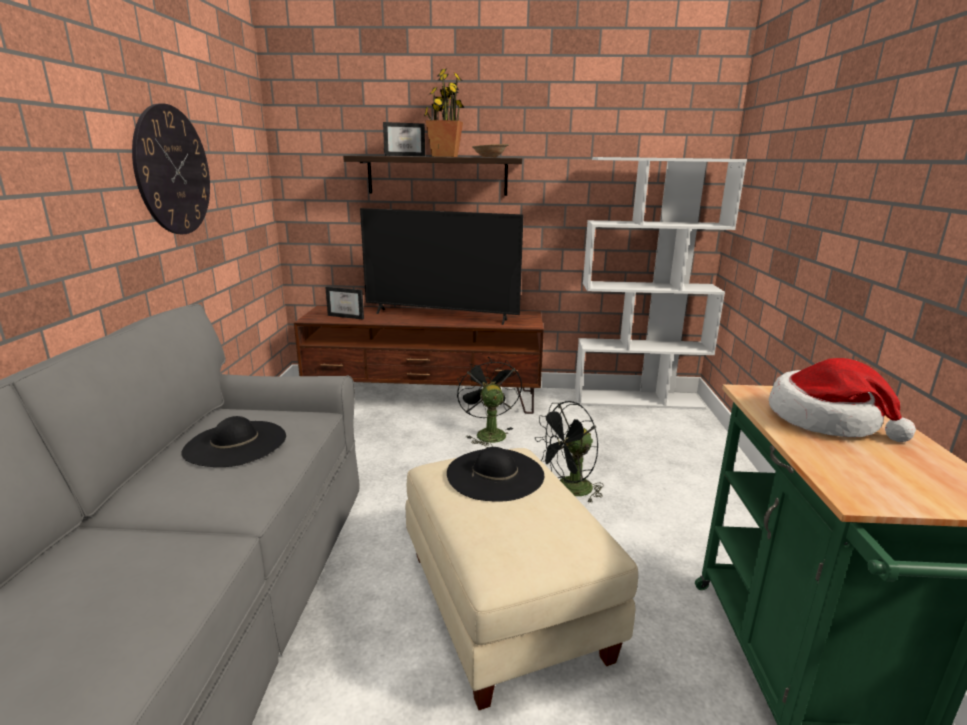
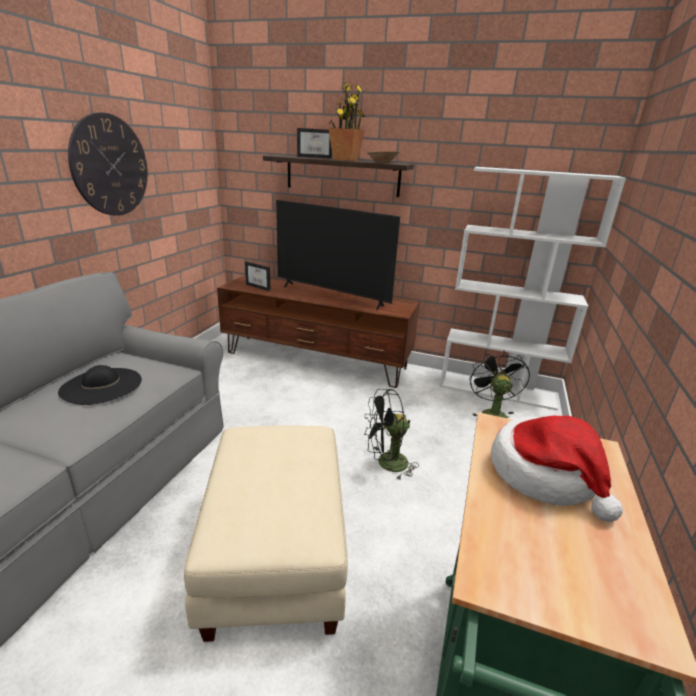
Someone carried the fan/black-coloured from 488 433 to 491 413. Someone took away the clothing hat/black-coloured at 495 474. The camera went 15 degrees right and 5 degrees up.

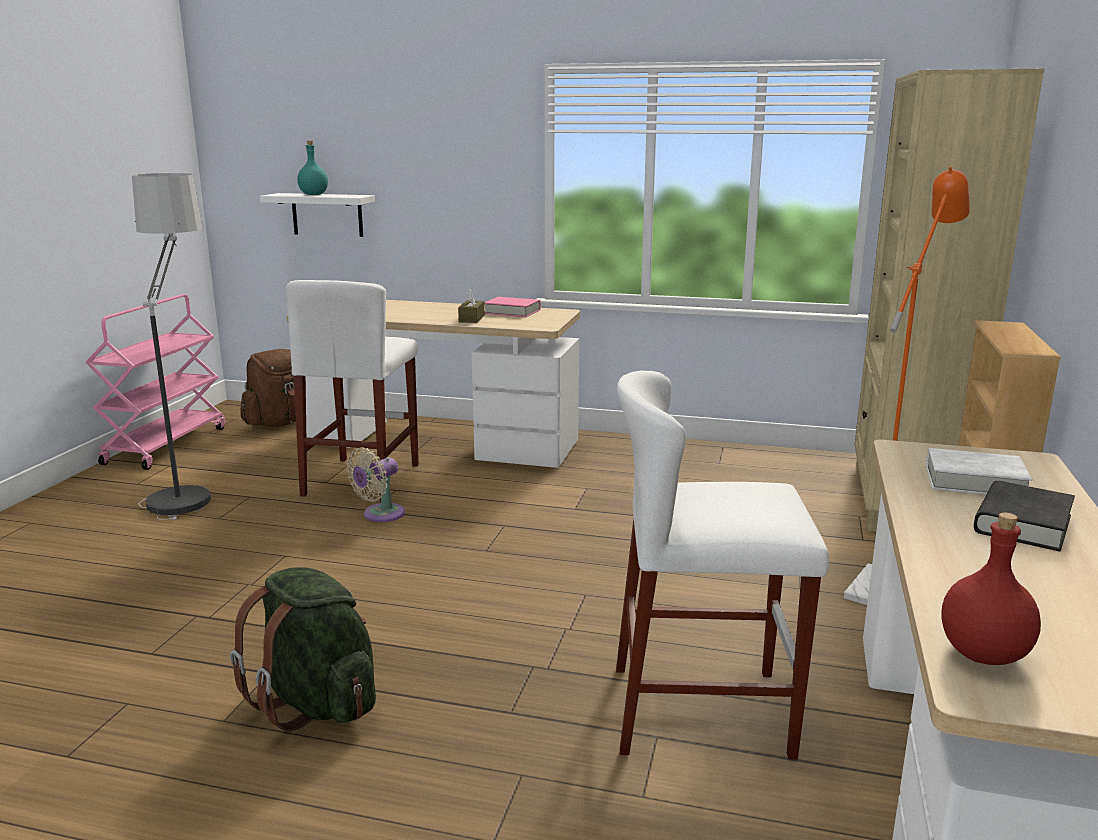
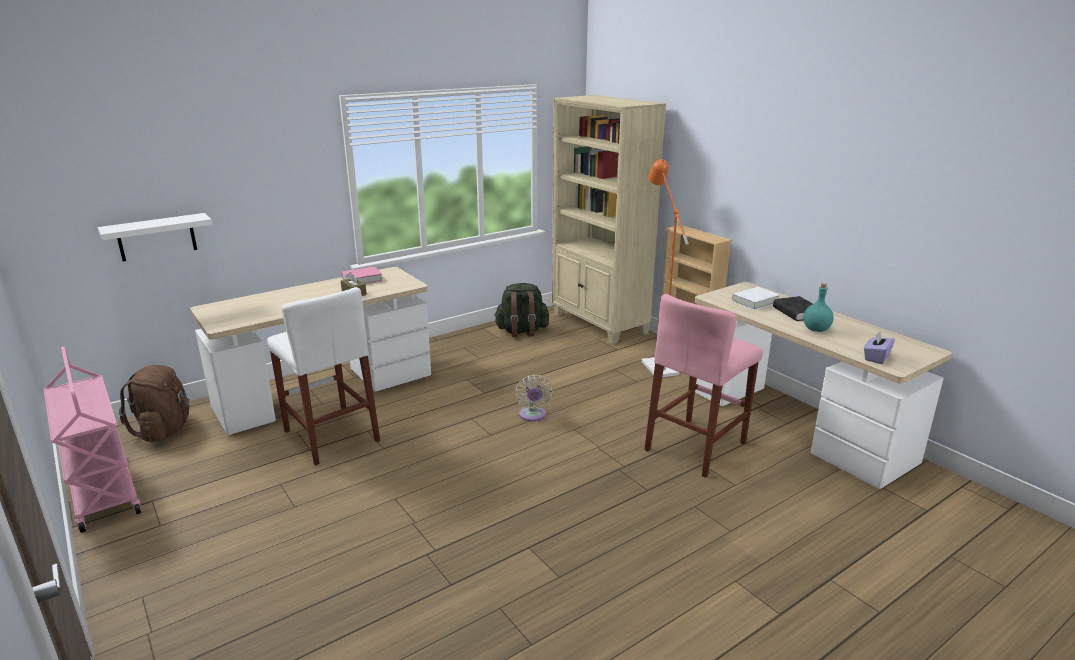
Someone carried the beverage bottle/blue-green from 314 194 to 816 329. Someone took away the floor lamp at 187 486. Someone repainted the sitting stool/white at 701 710, which became the sitting stool/pinkish at 696 446. Someone carried the fan/beige-coloured from 380 515 to 533 416. Someone swapped the beverage bottle/red-coloured at 983 655 for the tissue holder/purple-coloured at 876 357. Someone carried the backpack/green from 317 702 to 522 331. The camera went 50 degrees left and 5 degrees up.

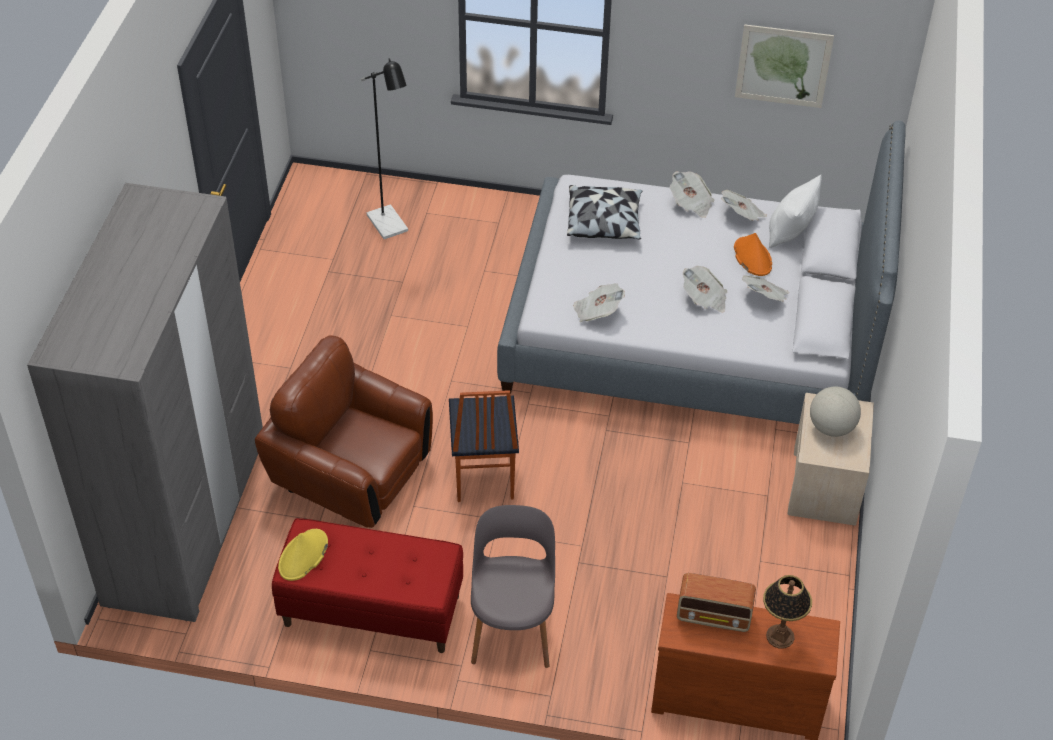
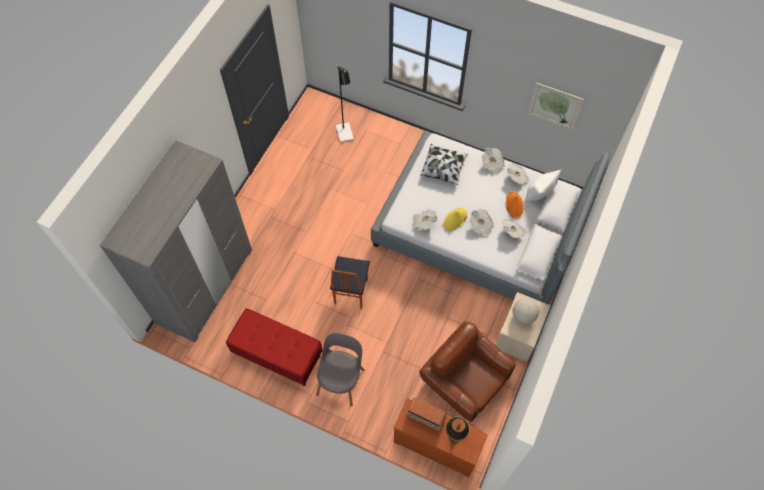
Someone carried the easy chair/brownish from 350 473 to 464 381. Someone carried the clothing hat/yellowish from 303 555 to 455 219. The camera went 15 degrees right and 15 degrees up.

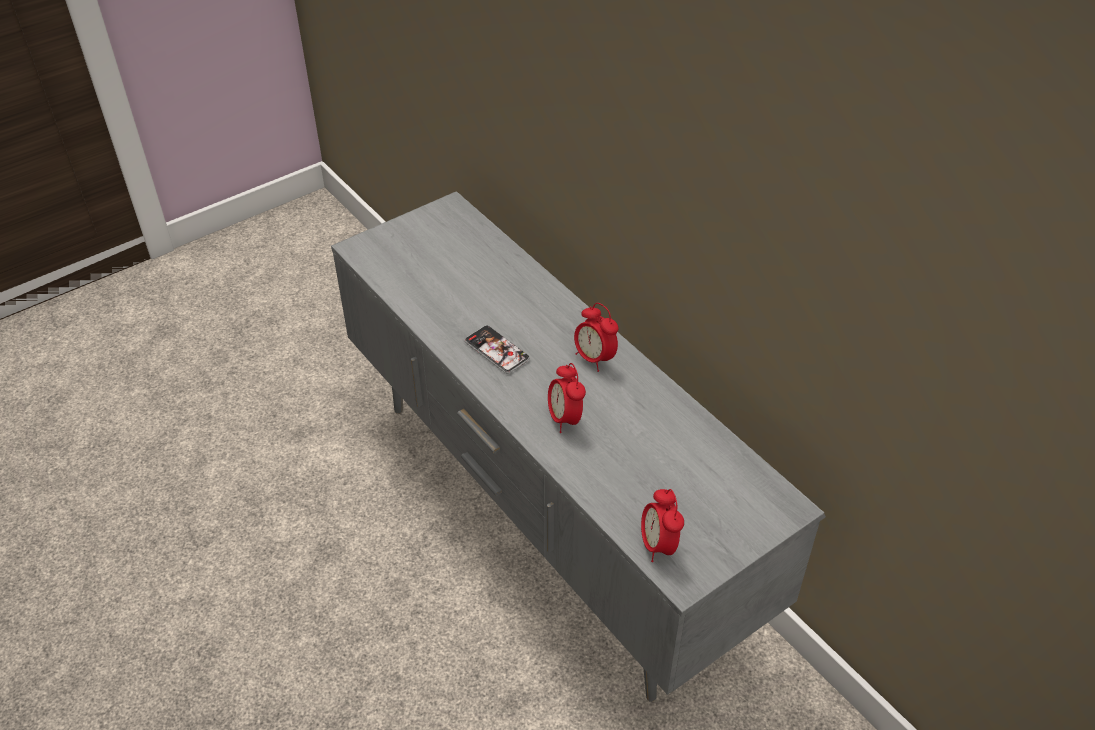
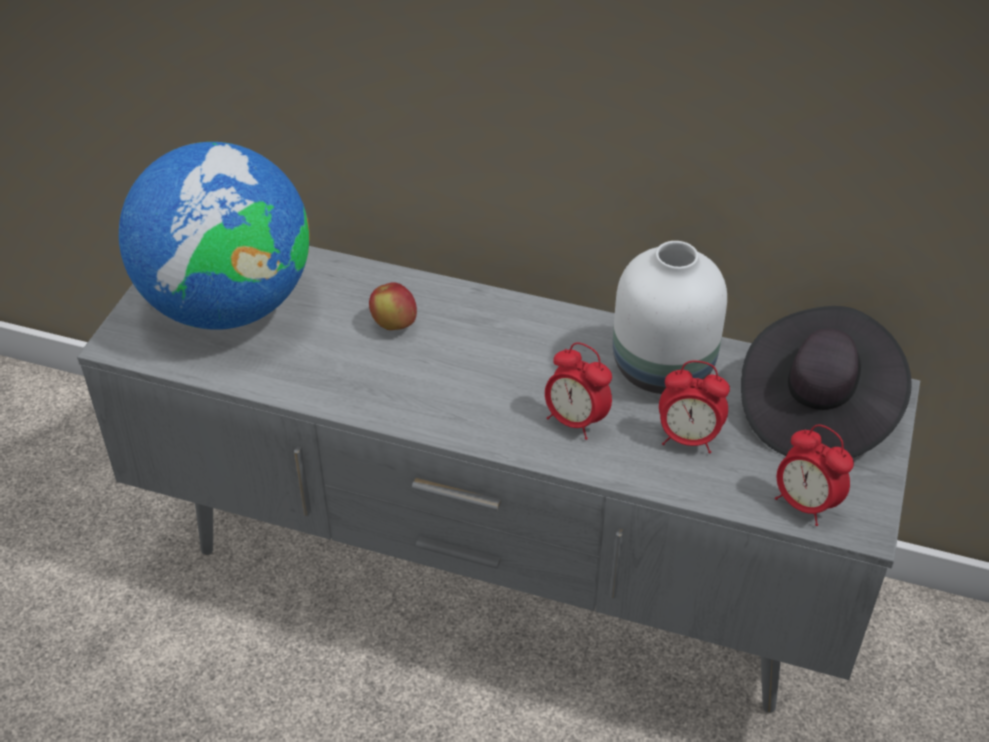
Someone carried the table clock from 594 358 to 688 438. Someone took away the telephone at 497 350. Someone put down the globe at 227 305. Someone put down the flower vase/white at 665 369. Someone put down the apple fruit at 394 324. Someone put down the clothing hat/black-coloured at 815 410. The camera went 35 degrees left and 0 degrees up.

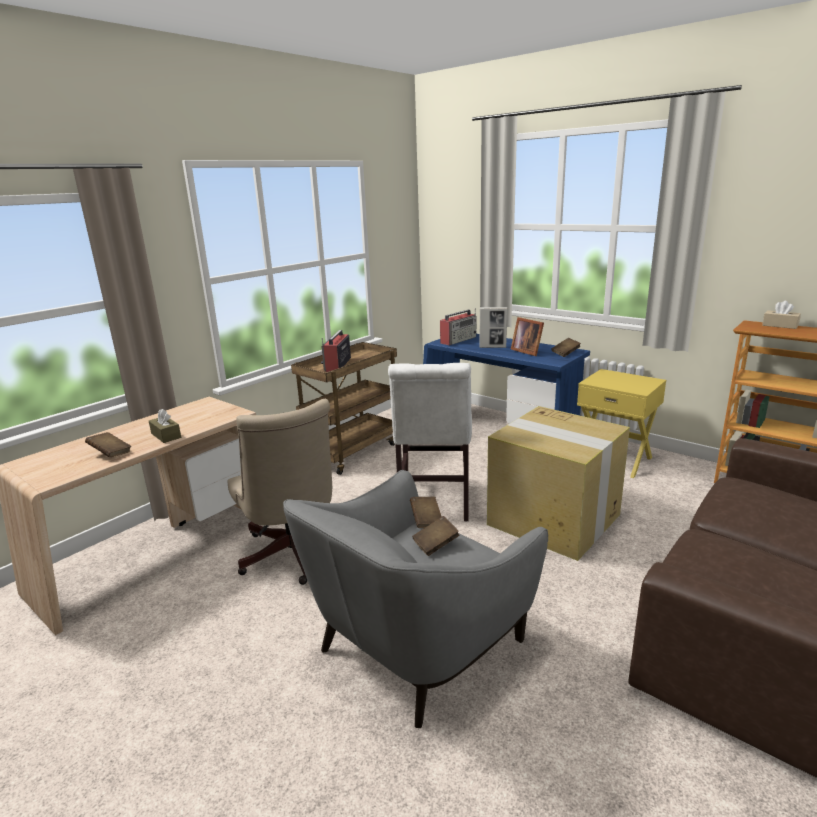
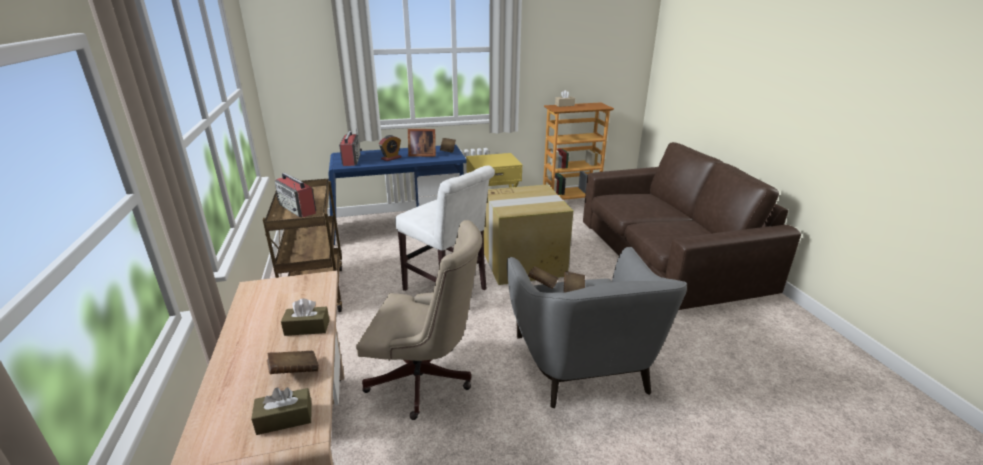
Someone swapped the picture frame at 492 347 for the table clock at 391 158. Someone put down the tissue holder/brownish at 284 419. The camera went 55 degrees left and 5 degrees up.

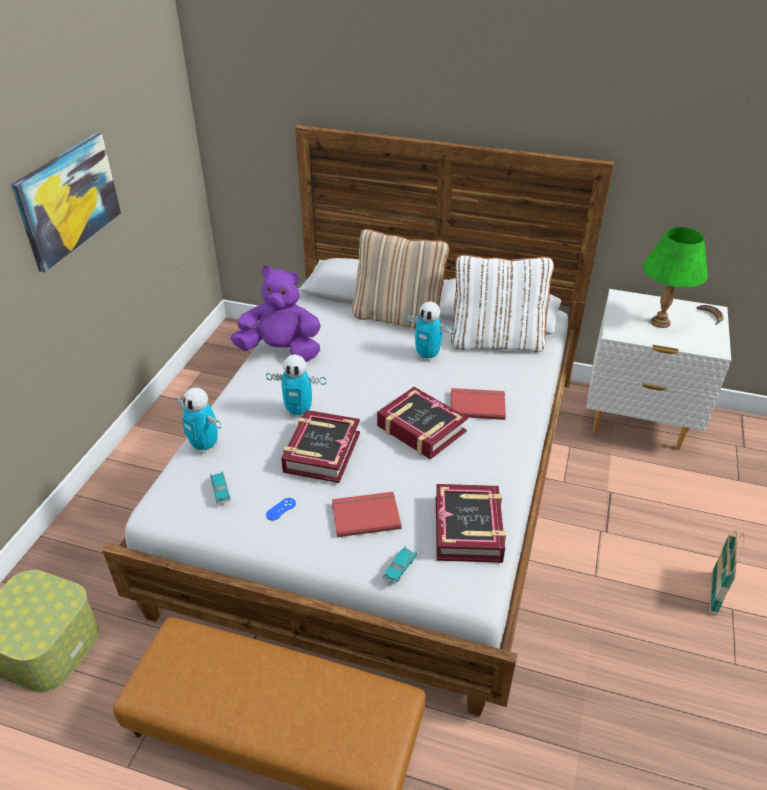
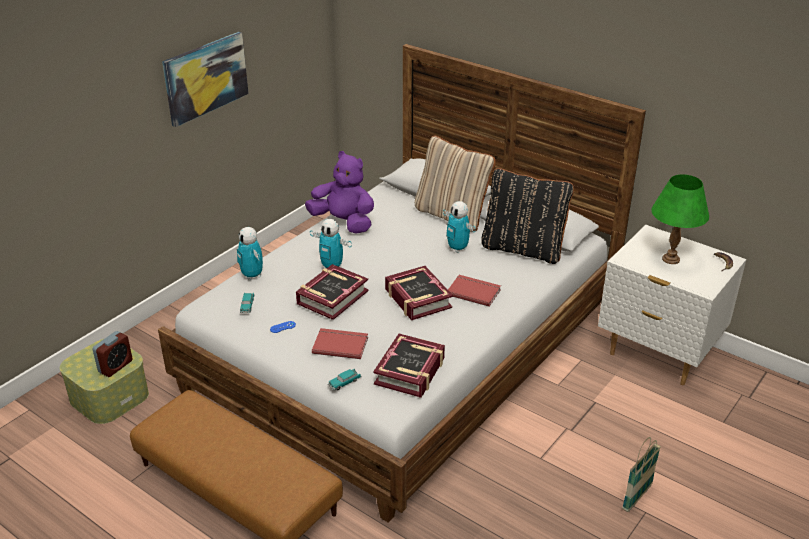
Someone repainted the pillow/white at 496 341, which became the pillow/black-coloured at 523 249. Someone put down the table clock at 115 366. The camera went 20 degrees right and 5 degrees down.

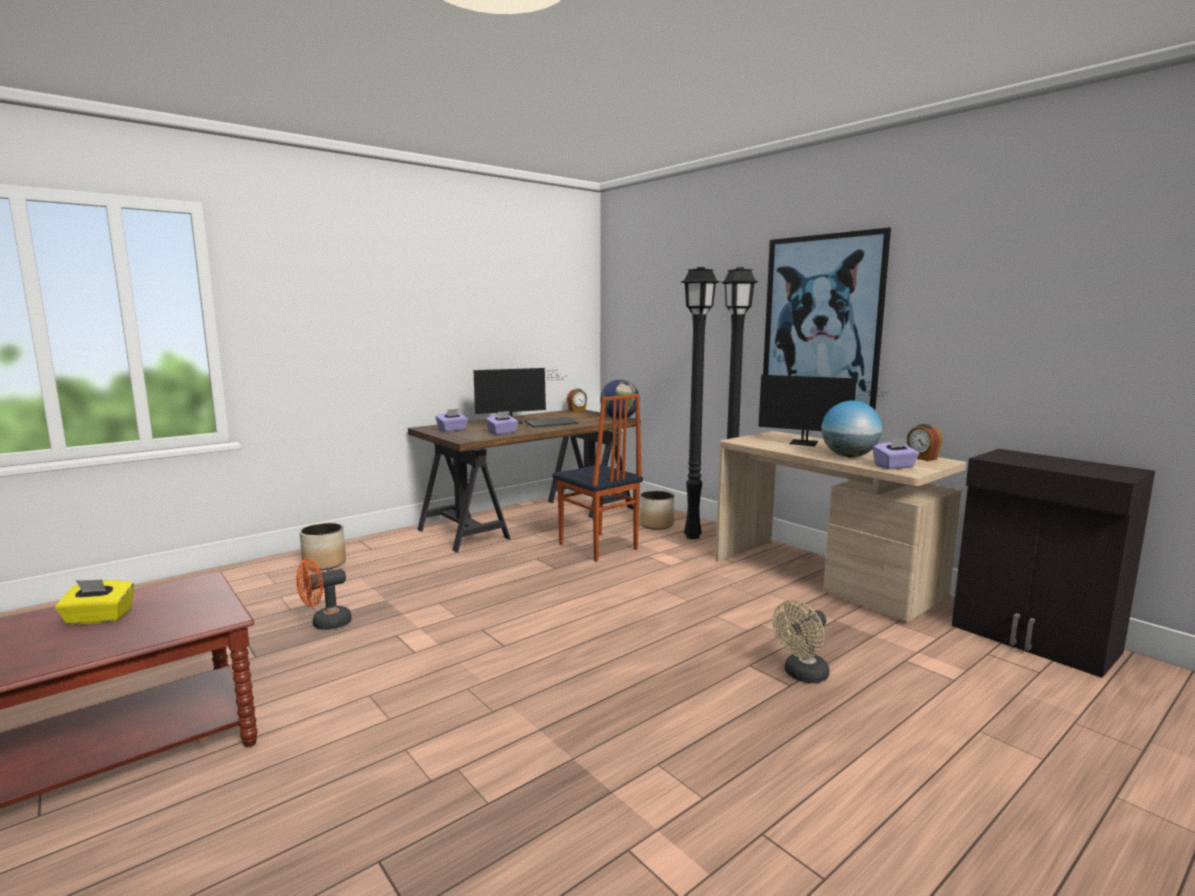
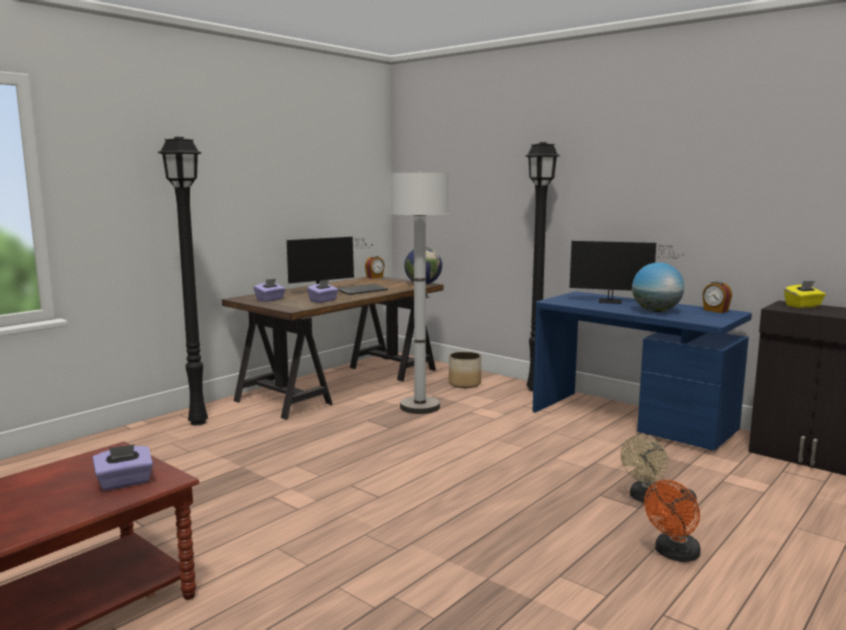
Someone took away the wall picture at 821 323. Someone carried the floor lamp/black-coloured from 692 536 to 198 422. Someone swapped the upright chair at 597 547 for the floor lamp/white at 420 407. Someone repainted the desk/beige-coloured at 824 578, which became the desk/blue-coloured at 632 420. Someone carried the tissue holder/purple-coloured from 894 466 to 125 482. Someone took away the planter at 324 563. Someone carried the fan/orange from 325 624 to 673 554. Someone carried the tissue holder/yellowish from 99 618 to 803 306. The camera went 10 degrees left and 0 degrees up.

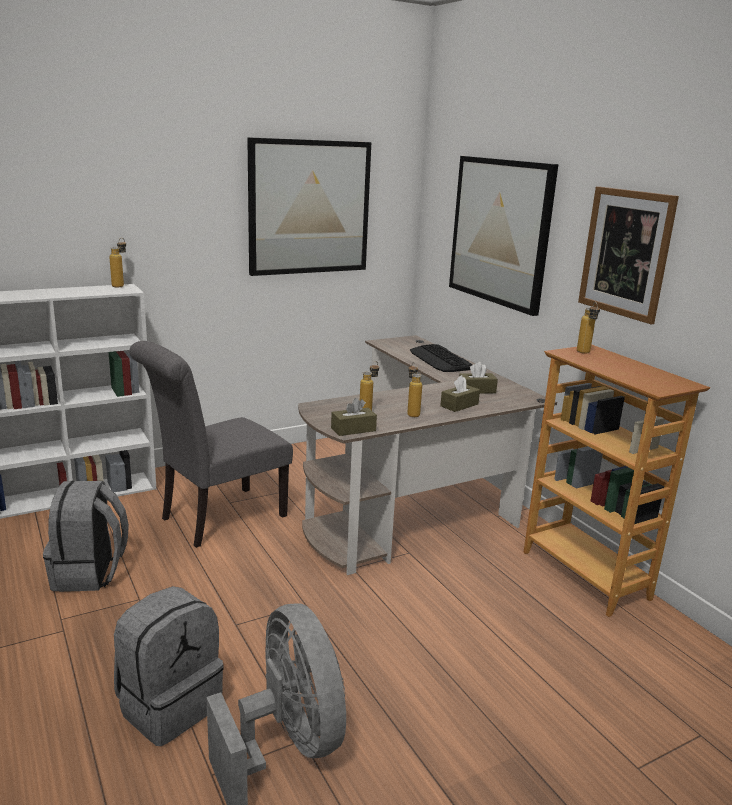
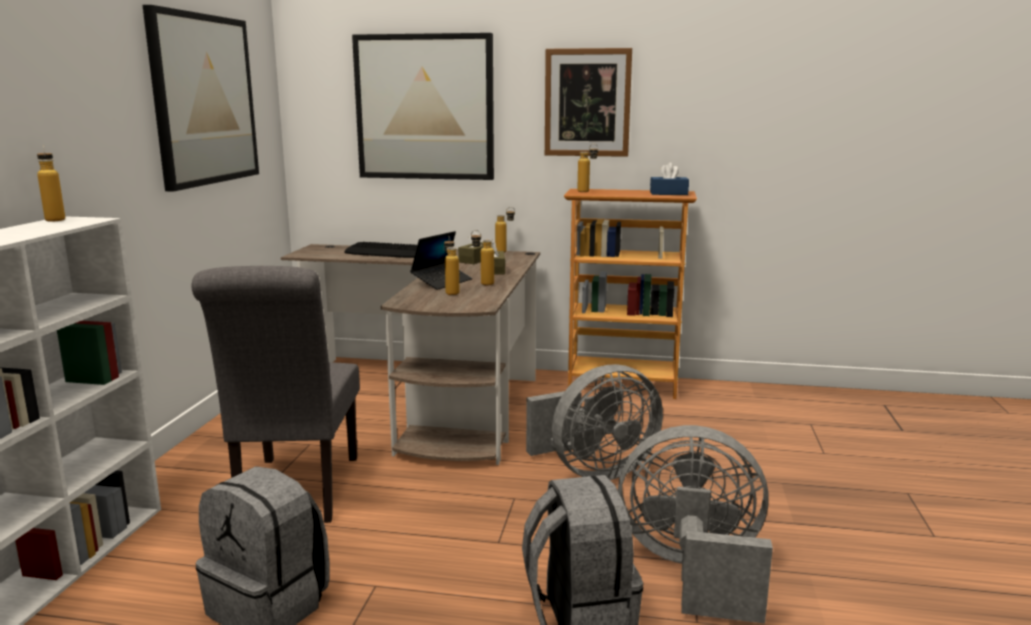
Someone took away the tissue holder/brownish at 353 429. Someone put down the tissue holder/blue-coloured at 668 193. Someone put down the beverage bottle at 505 251. Someone put down the laptop at 442 282. Someone put down the fan/grey at 594 471. The camera went 50 degrees left and 5 degrees down.

